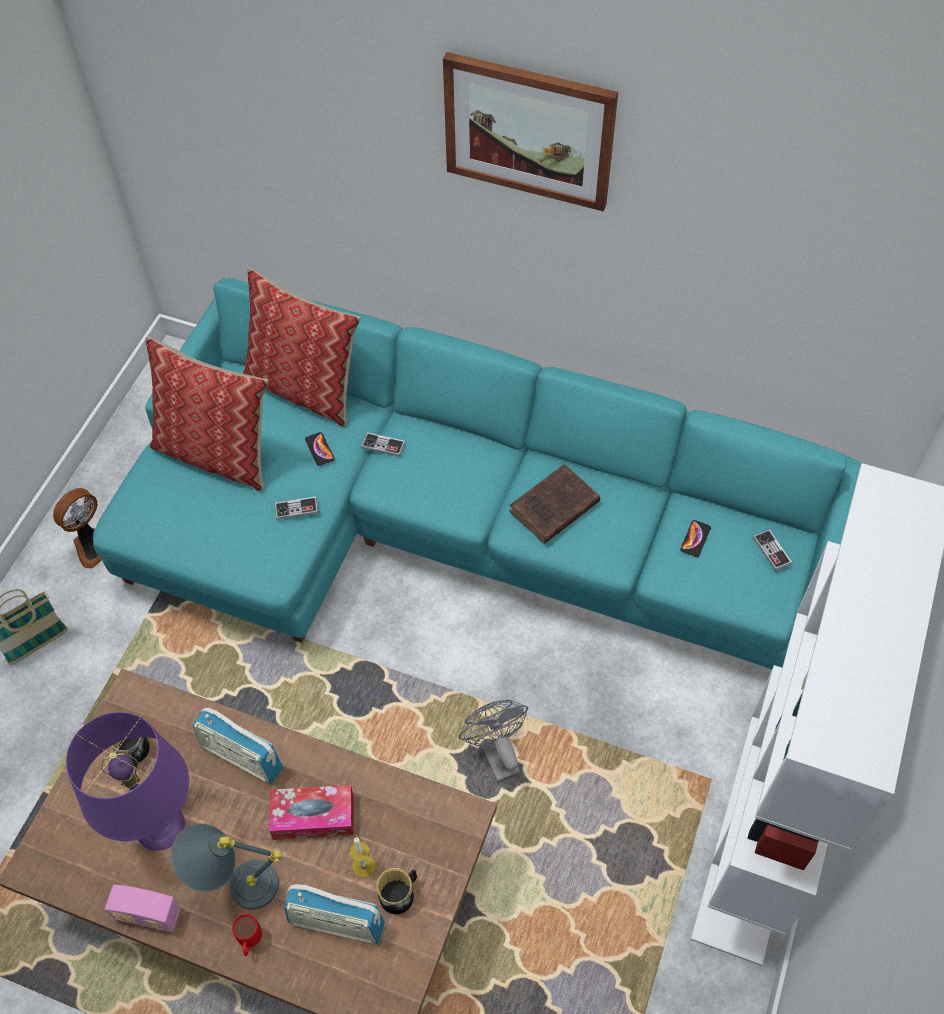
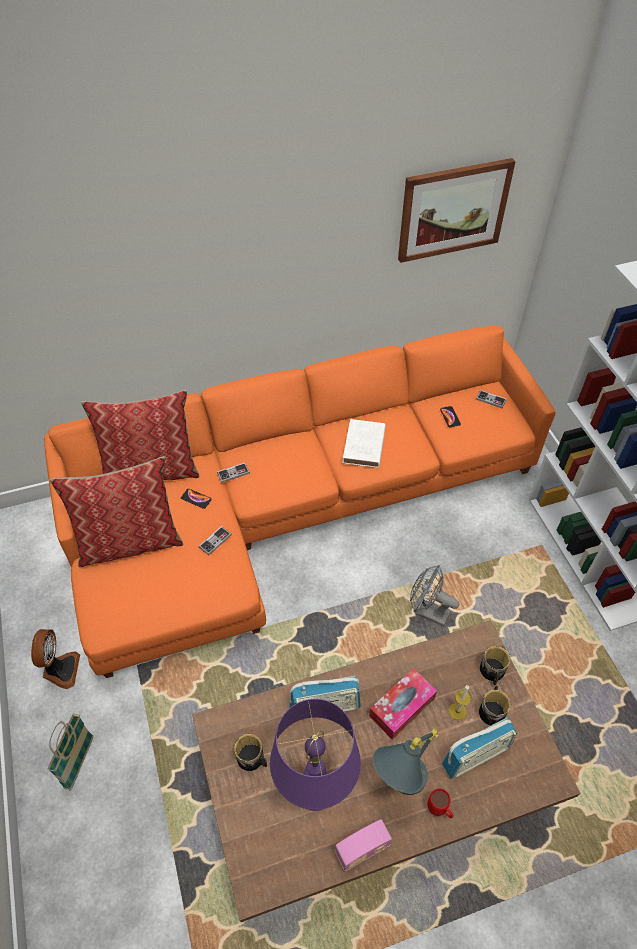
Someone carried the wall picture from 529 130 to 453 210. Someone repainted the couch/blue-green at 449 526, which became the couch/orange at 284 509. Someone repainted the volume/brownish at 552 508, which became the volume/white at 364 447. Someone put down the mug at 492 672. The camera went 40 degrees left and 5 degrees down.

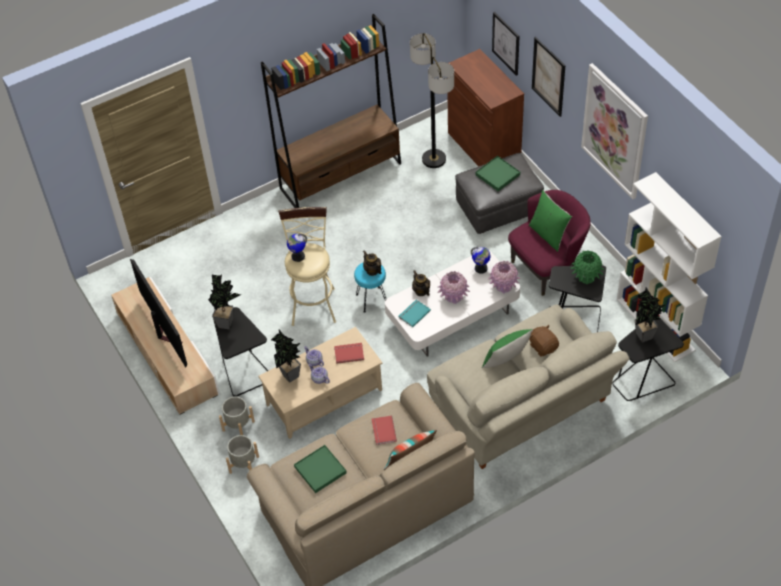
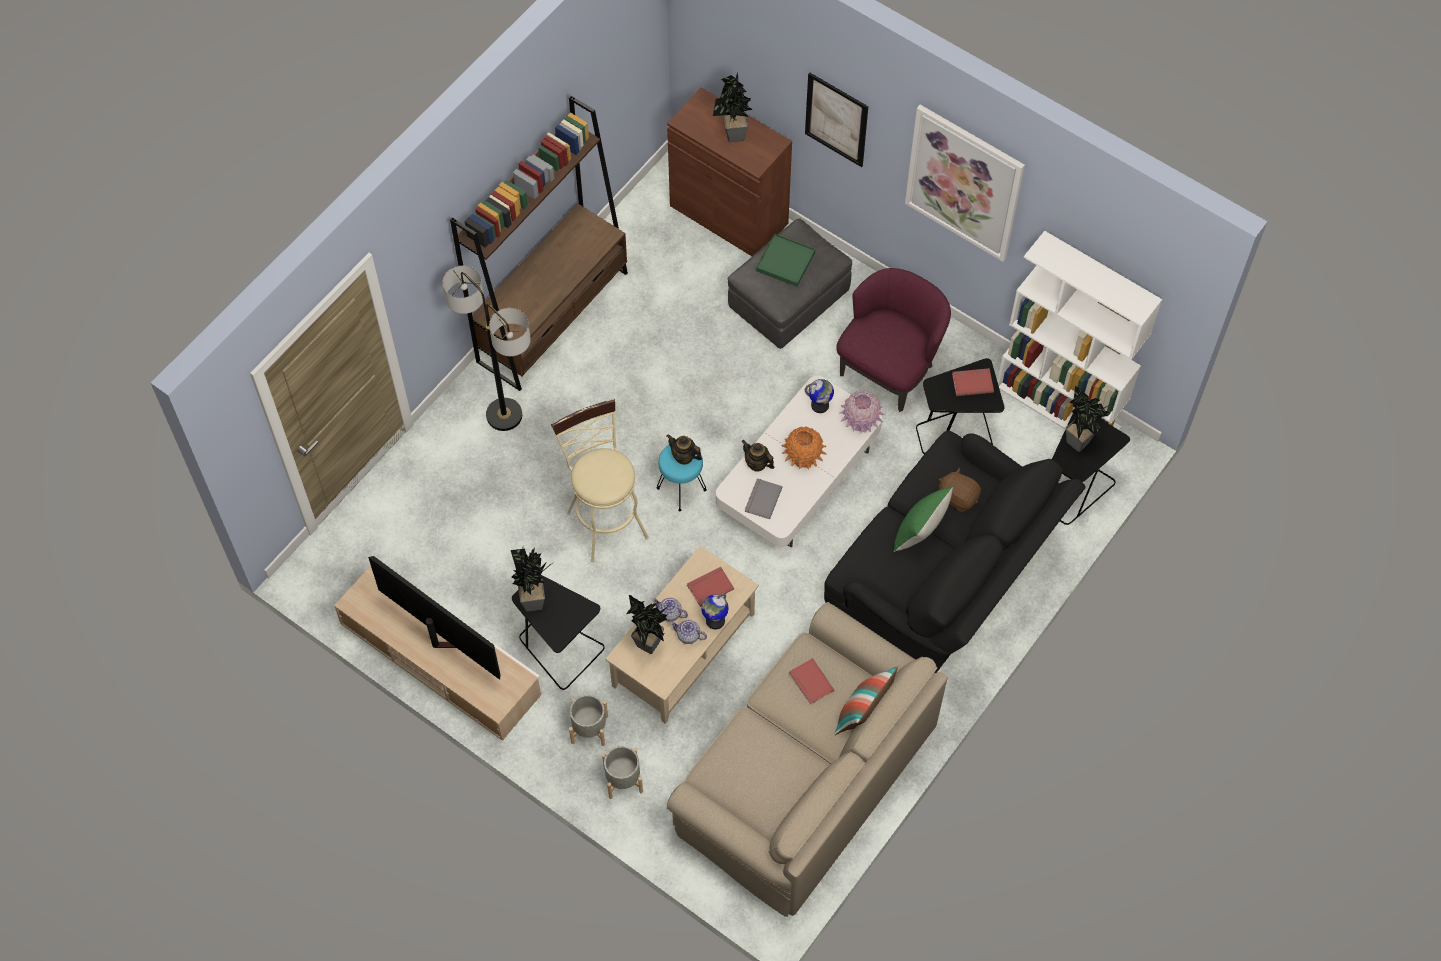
Someone took away the wall picture at 506 43. Someone carried the floor lamp from 434 159 to 504 415. Someone took away the pillow/green at 548 235. Someone carried the globe from 298 256 to 715 620. Someone swapped the flower vase/green at 586 277 for the volume/red-coloured at 972 382. Someone repainted the flower vase/pinkish at 453 297, which became the flower vase/orange at 803 458. Someone repainted the volume/blue-green at 413 314, which became the volume/grey at 762 499. Someone repainted the couch/beige-coloured at 523 409, which became the couch/black-coloured at 945 580. Someone took away the carrying tray/green at 320 470. Someone put down the potted plant at 733 138. The camera went 25 degrees left and 10 degrees up.

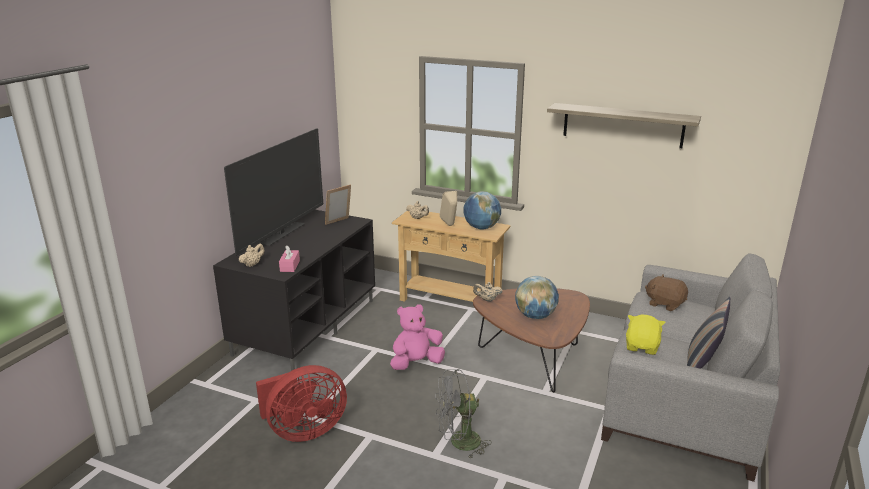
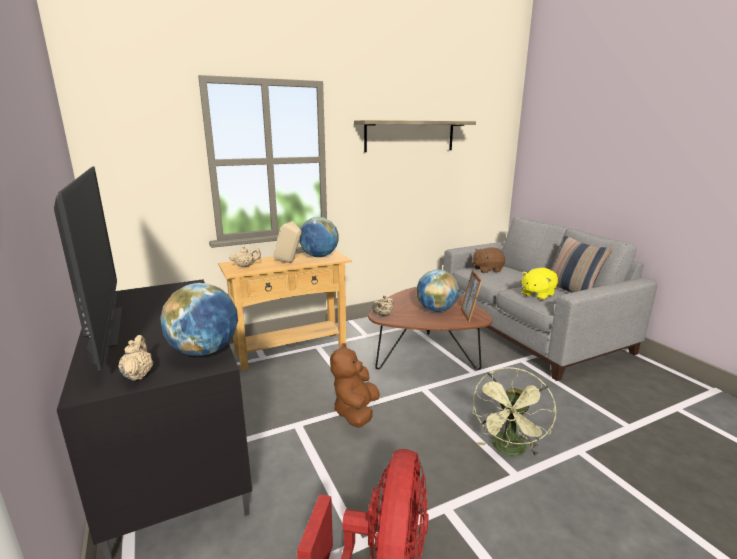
Someone carried the picture frame from 339 222 to 469 315. Someone swapped the tissue holder/pinkish at 290 266 for the globe at 205 351. Someone repainted the soft toy/pinkish at 416 363, which became the soft toy/brownish at 356 412. Someone rotated the soft toy/yellowish at 642 347 by 105 degrees counterclockwise. Someone repainted the fan/grey at 459 443, which became the fan/green at 509 450. The camera went 50 degrees left and 5 degrees down.

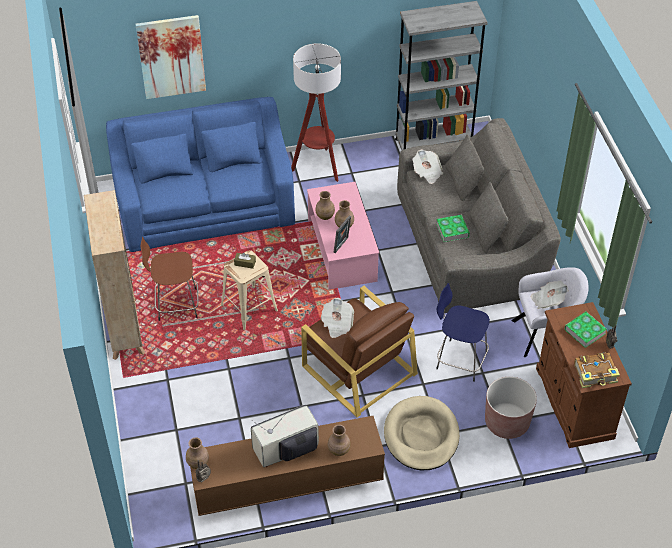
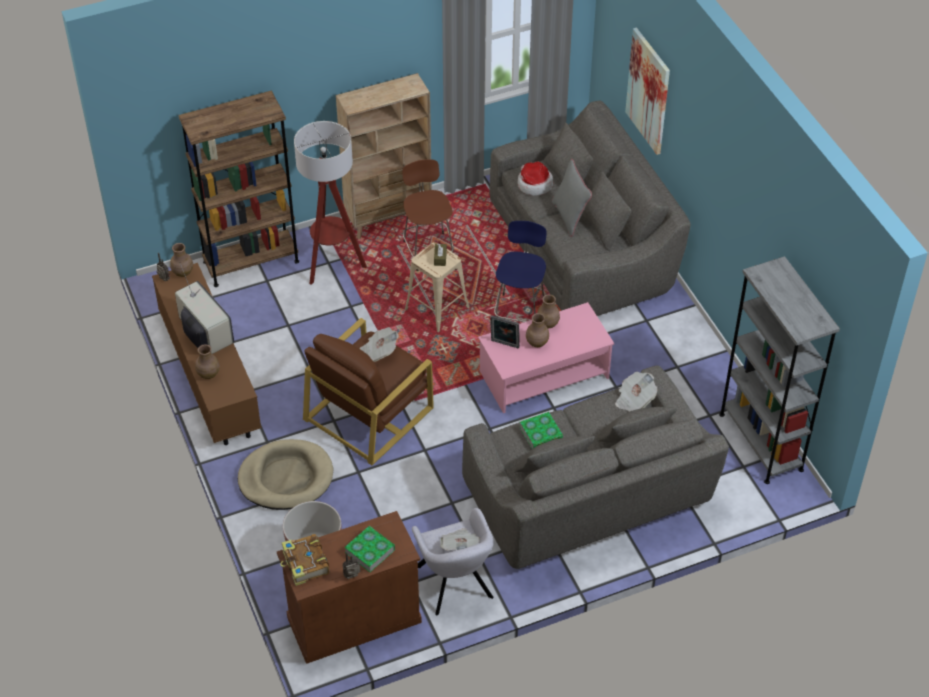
Someone carried the floor lamp from 318 166 to 332 264. Someone repainted the couch/blue-coloured at 205 204, which became the couch/grey at 583 246. Someone carried the sitting stool/blue-coloured from 459 360 to 519 312. Someone put down the bookcase/brownish at 251 261. Someone put down the pillow/grey at 570 217. Someone put down the clothing hat at 534 184. The camera went 80 degrees right and 0 degrees up.

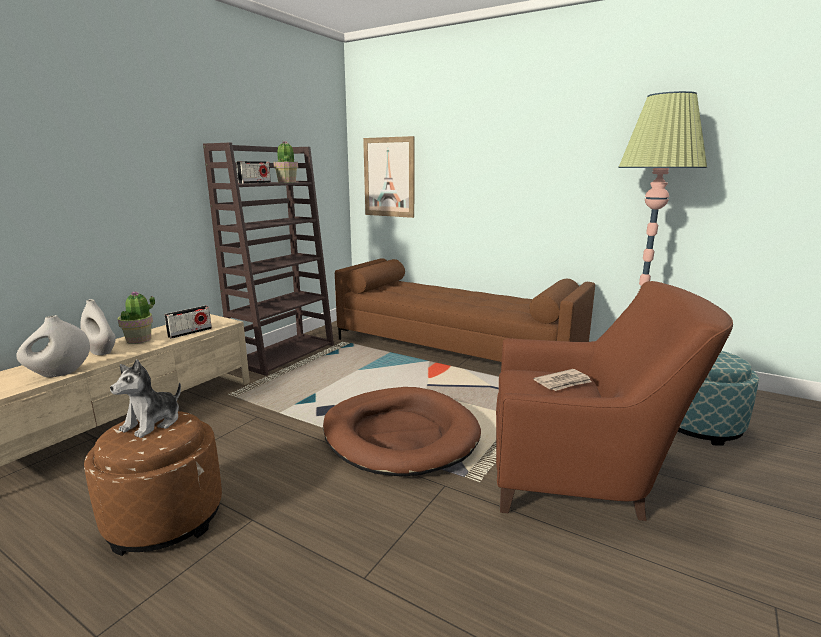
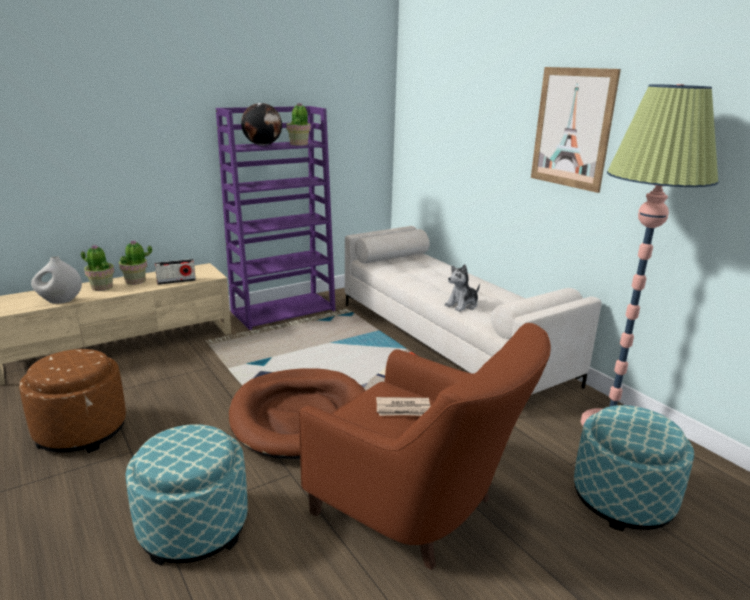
Someone carried the wall picture from 389 177 to 572 128. Someone repainted the bookcase/brownish at 284 353, which became the bookcase/purple-coloured at 284 310. Someone swapped the radio at 255 183 for the globe at 263 145. Someone repainted the couch/brownish at 456 348, which became the couch/white at 450 341. Someone swapped the flower vase/white at 102 352 for the potted plant at 102 287. Someone carried the soft toy from 153 423 to 462 305. Someone put down the footrest at 193 527. The camera went 25 degrees right and 5 degrees up.

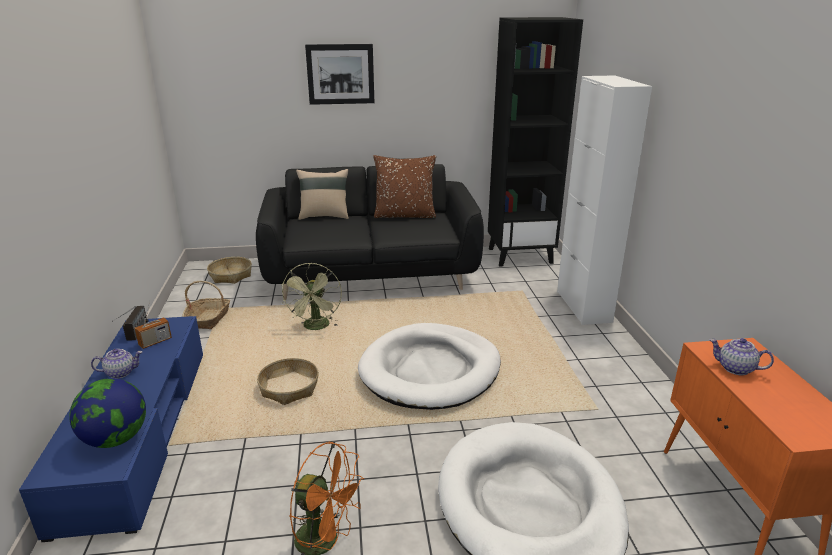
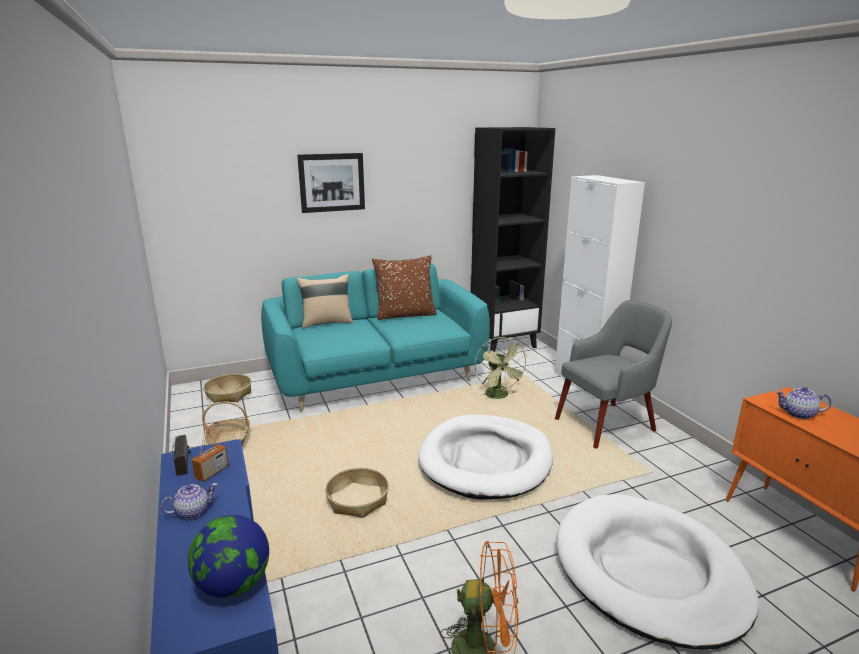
Someone repainted the couch/black-coloured at 371 275, which became the couch/blue-green at 376 377. Someone carried the fan/green from 316 327 to 499 396. Someone put down the easy chair/grey at 607 424. The camera went 15 degrees left and 5 degrees down.

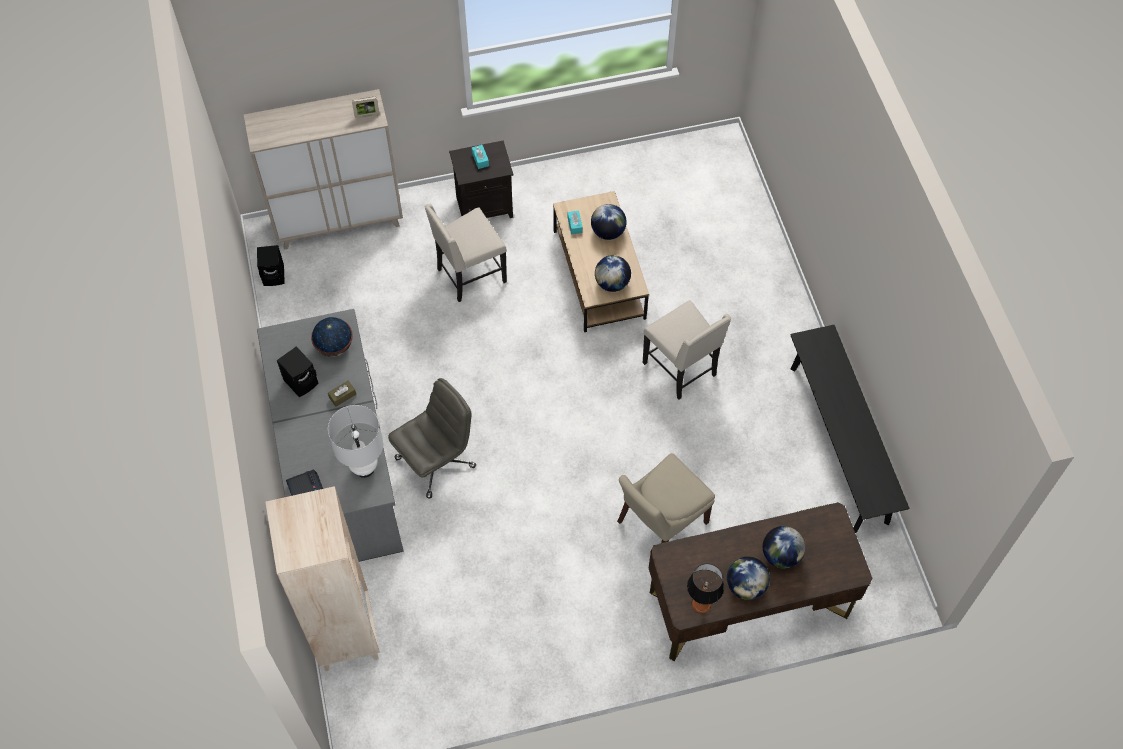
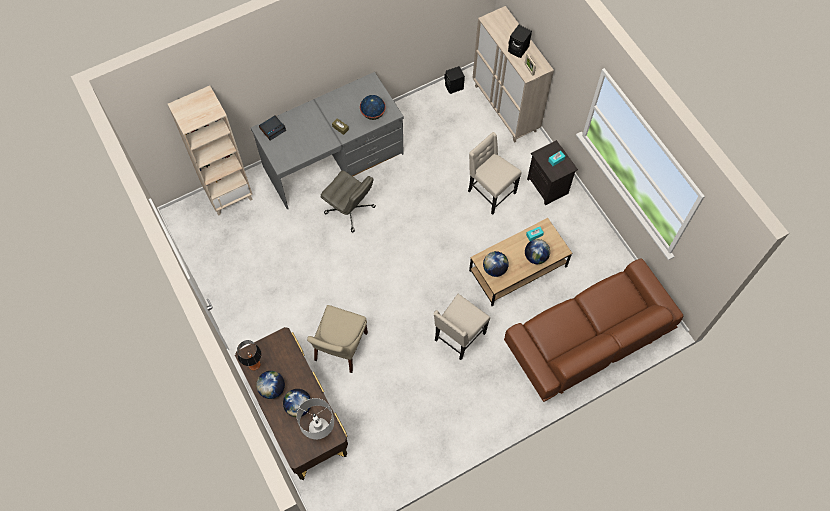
Someone took away the indoor bench/black-coloured at 838 443. Someone carried the speaker/black-coloured from 302 381 to 519 49. Someone carried the lamp for a table/white from 364 469 to 320 431. Someone rotated the upright chair/beige-coloured at 660 524 by 105 degrees counterclockwise. Someone put down the couch/brownish at 587 339. The camera went 75 degrees right and 5 degrees up.

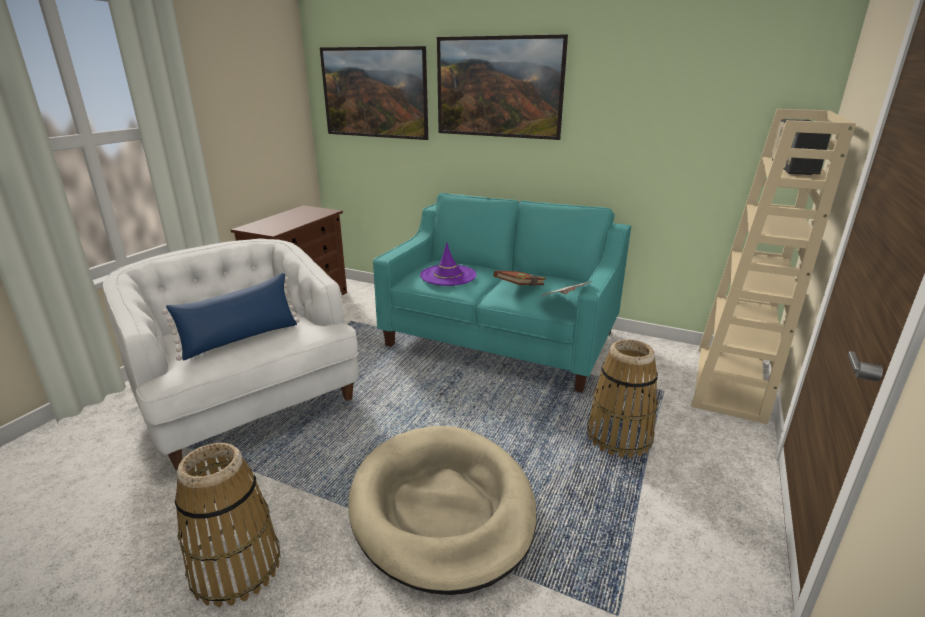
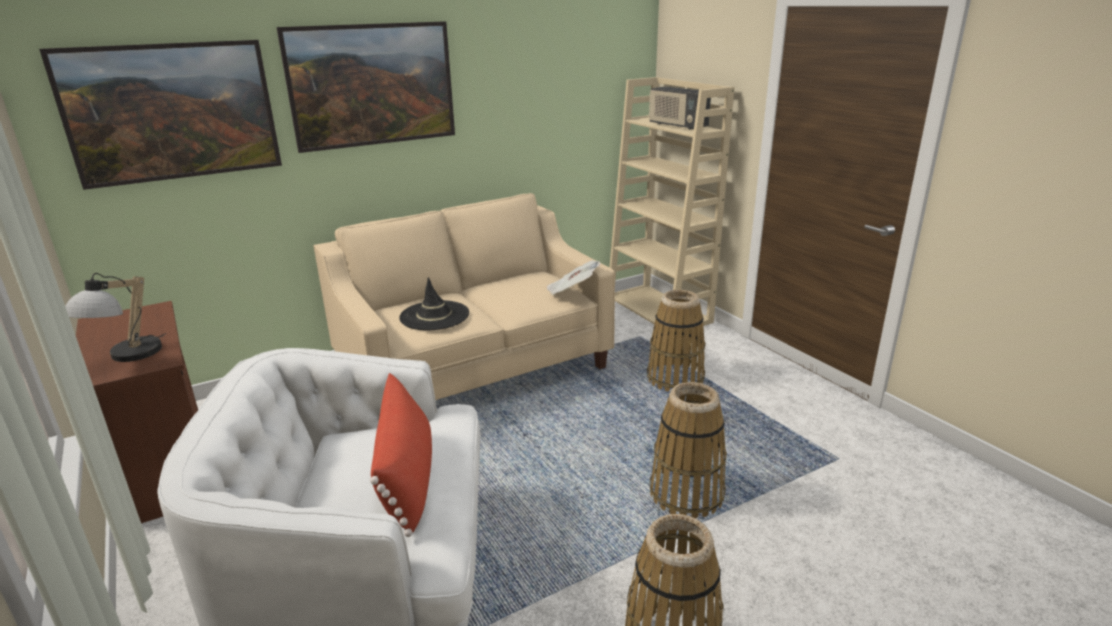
Someone repainted the couch/blue-green at 500 339, which became the couch/beige-coloured at 473 368. Someone repainted the clothing hat/purple-coloured at 448 275, which became the clothing hat/black-coloured at 434 316. Someone took away the volume/brownish at 520 288. Someone repainted the pillow/blue-coloured at 241 339, which became the pillow/red-coloured at 407 477. Someone swapped the dog bed/beige-coloured at 442 508 for the basket at 686 494. Someone put down the lamp for a table at 126 357. The camera went 55 degrees left and 0 degrees up.

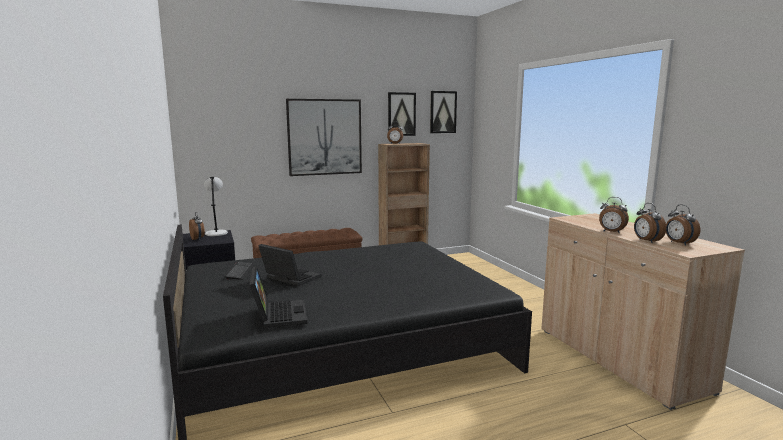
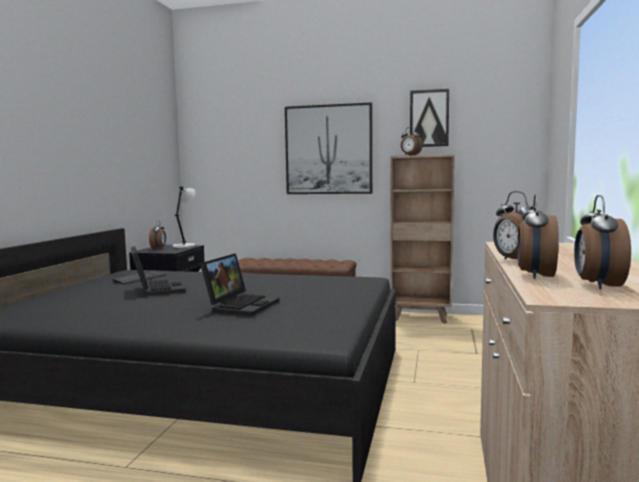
Someone took away the wall picture at 443 112. Someone carried the laptop from 278 314 to 241 305. The camera went 35 degrees right and 5 degrees down.

